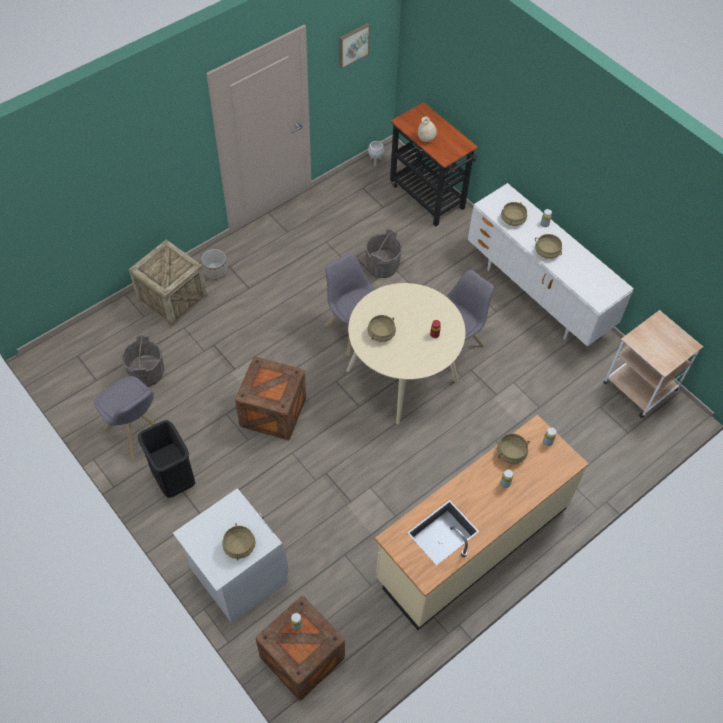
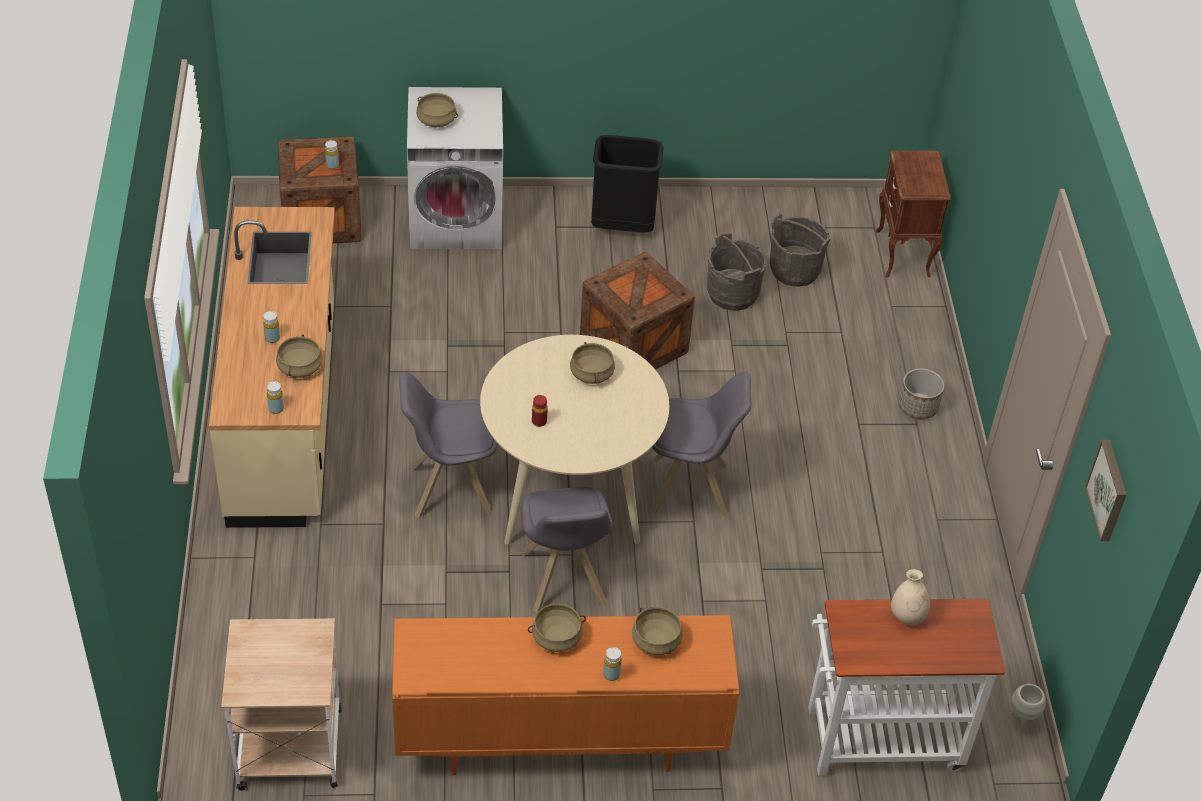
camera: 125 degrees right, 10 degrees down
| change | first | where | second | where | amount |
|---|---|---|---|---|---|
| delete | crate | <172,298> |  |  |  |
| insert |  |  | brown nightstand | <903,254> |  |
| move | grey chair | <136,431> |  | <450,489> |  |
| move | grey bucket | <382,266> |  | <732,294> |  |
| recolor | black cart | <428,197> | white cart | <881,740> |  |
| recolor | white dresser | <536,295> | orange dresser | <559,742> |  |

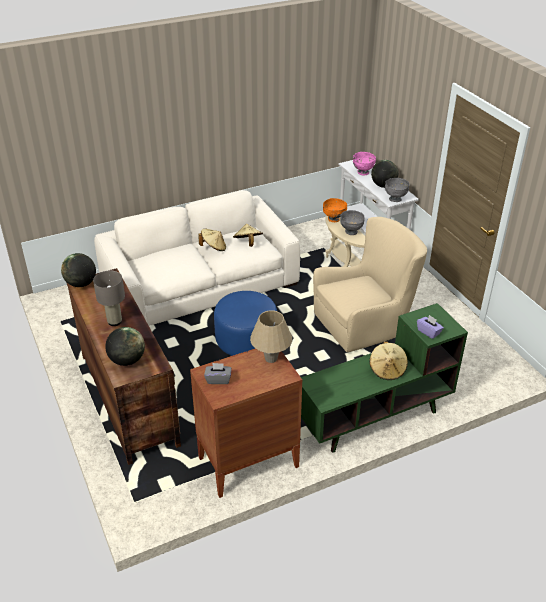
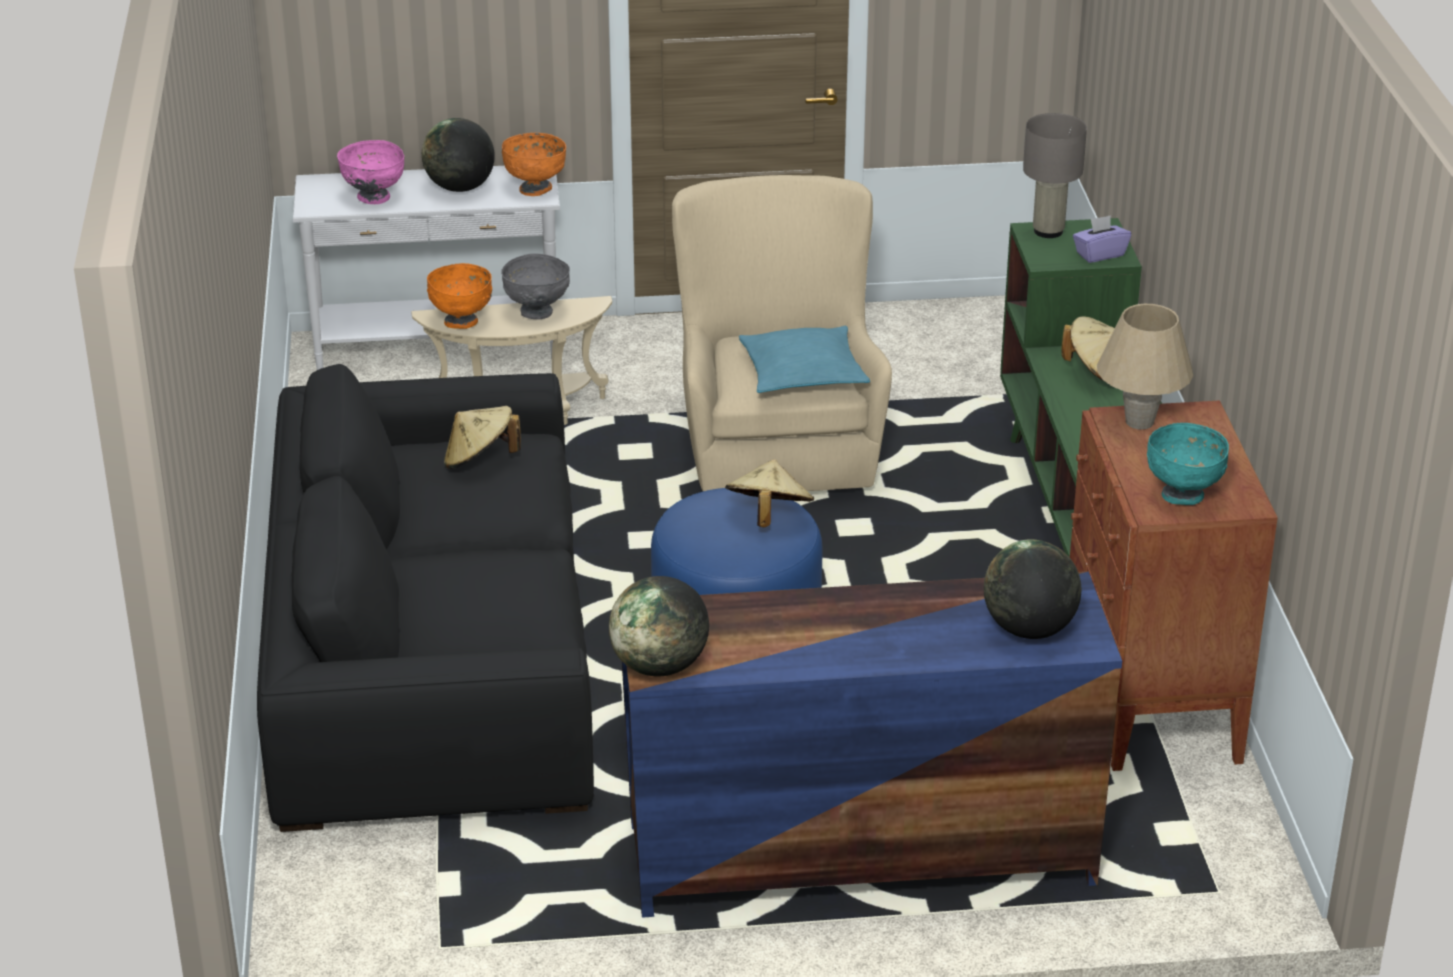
camera: 70 degrees left, 5 degrees down
| change | first | where | second | where | amount |
|---|---|---|---|---|---|
| insert |  |  | turquoise pillow | <803,374> |  |
| move | grey table lamp | <114,321> |  | <1047,231> |  |
| move | beige hat | <213,247> |  | <768,517> |  |
| replace | grey tissue box | <218,379> | turquoise bowl | <1183,495> |  |
| recolor | brown cabinet | <129,398> | blue cabinet | <856,852> |  |
| recolor | white sofa | <199,281> | black sofa | <429,652> |  |
| recolor | grey bowl | <395,199> | orange bowl | <535,189> |  |

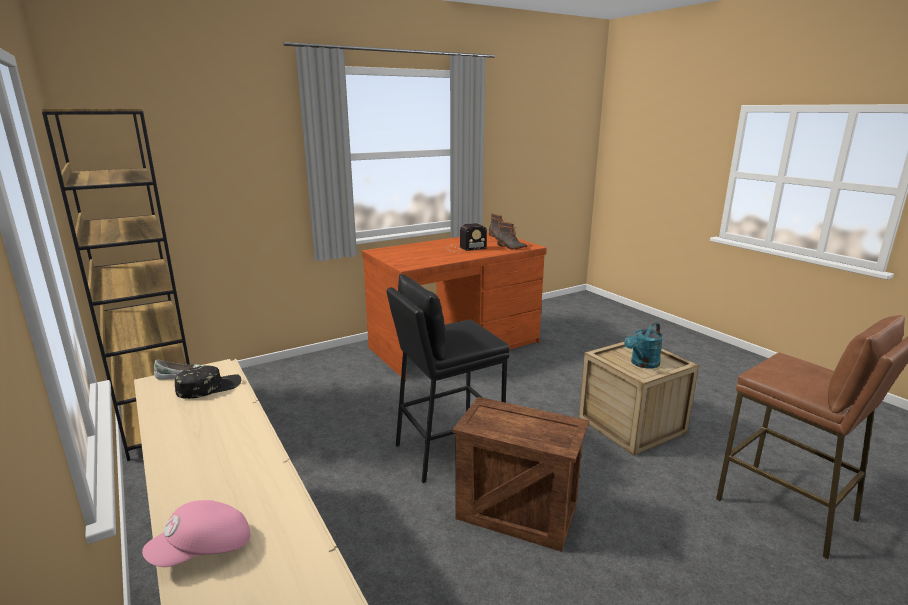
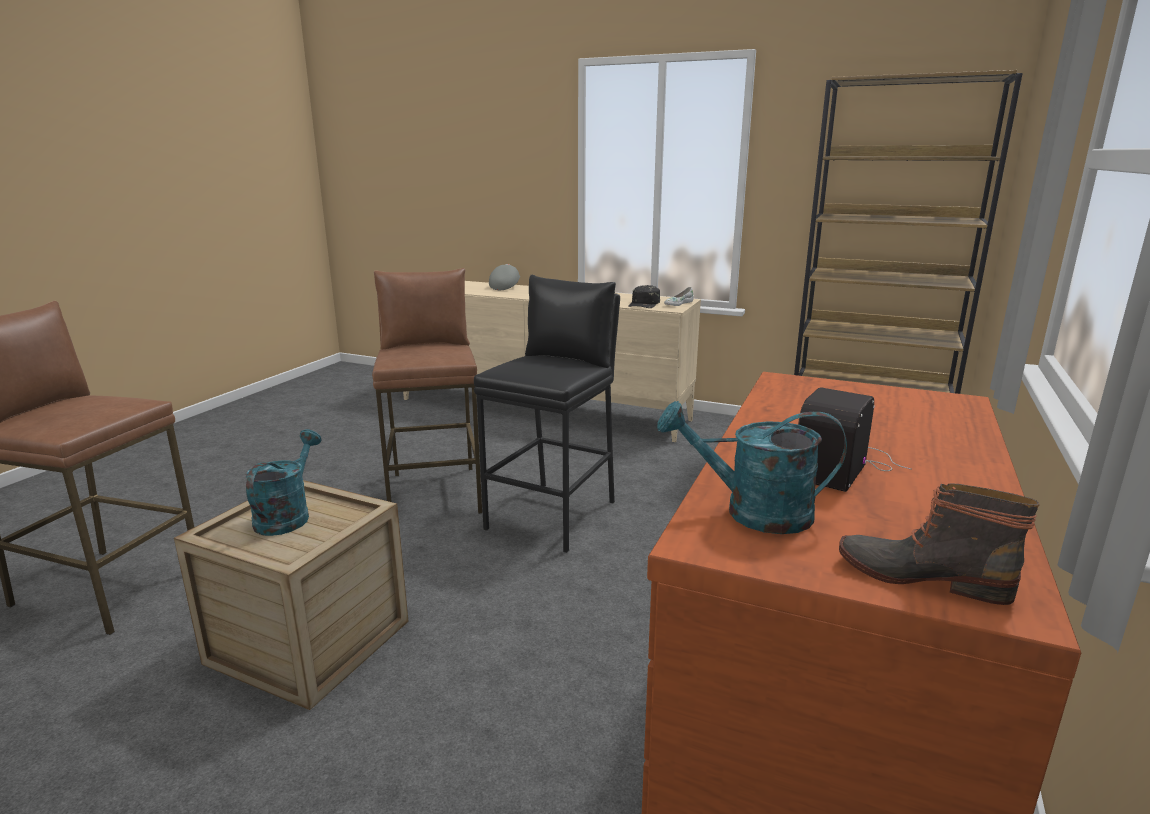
camera: 145 degrees right, 0 degrees up
| change | first | where | second | where | amount |
|---|---|---|---|---|---|
| replace | crate | <515,513> | brown stool | <435,492> |  |
| replace | boot | <511,247> | turquoise watering can | <752,512> |  |
| recolor | pink cap | <204,551> | grey cap | <505,287> |  |

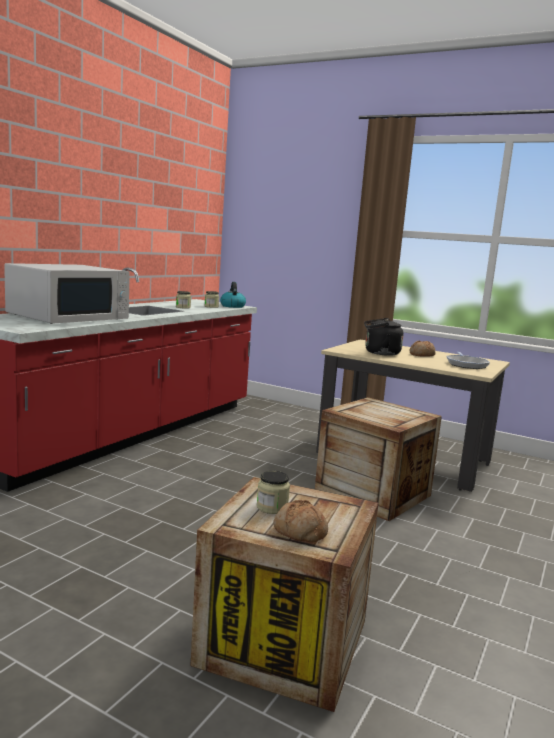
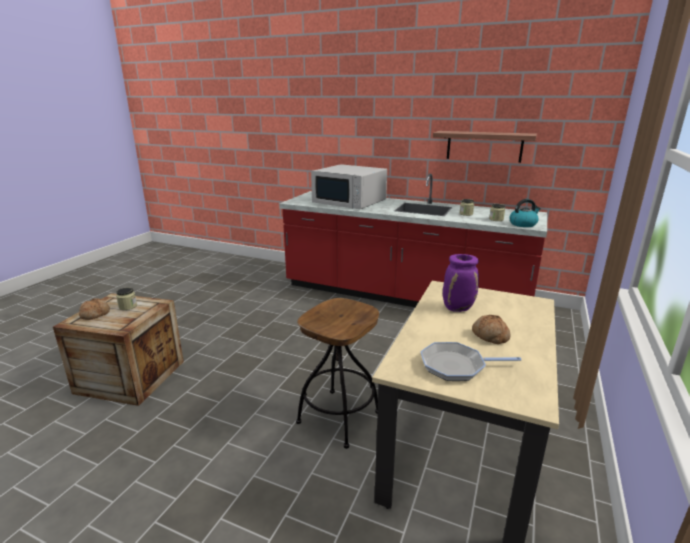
camera: 85 degrees right, 10 degrees up
| change | first | where | second | where | amount |
|---|---|---|---|---|---|
| insert |  |  | shelf | <484,146> |  |
| replace | crate | <373,493> | brown stool | <339,416> |  |
| replace | black kettle | <379,353> | purple vase | <458,308> |  |

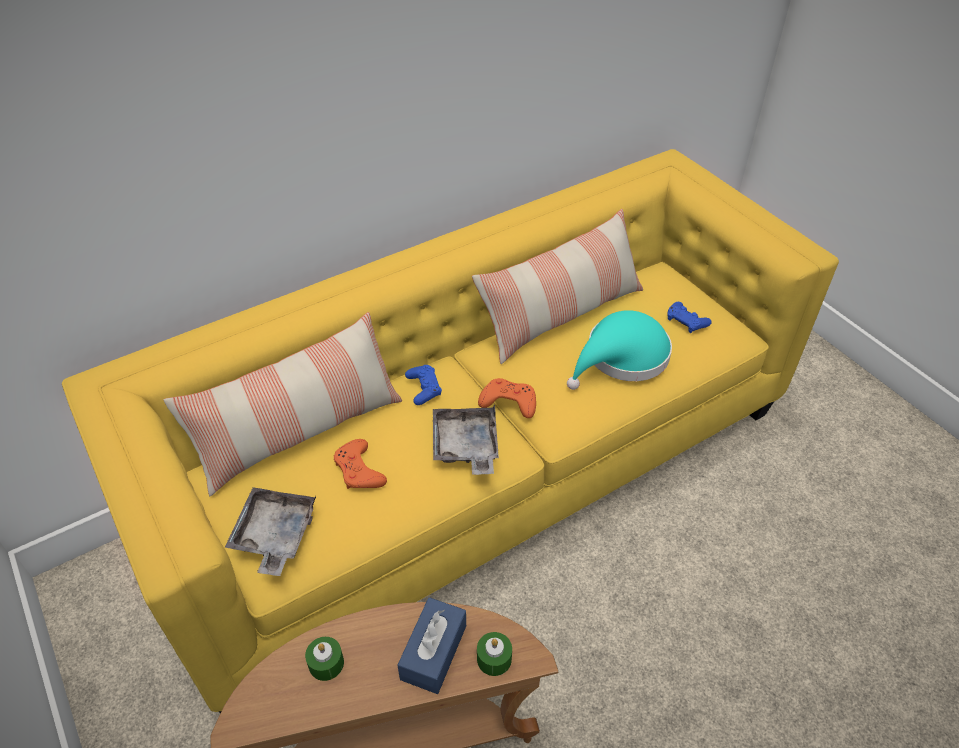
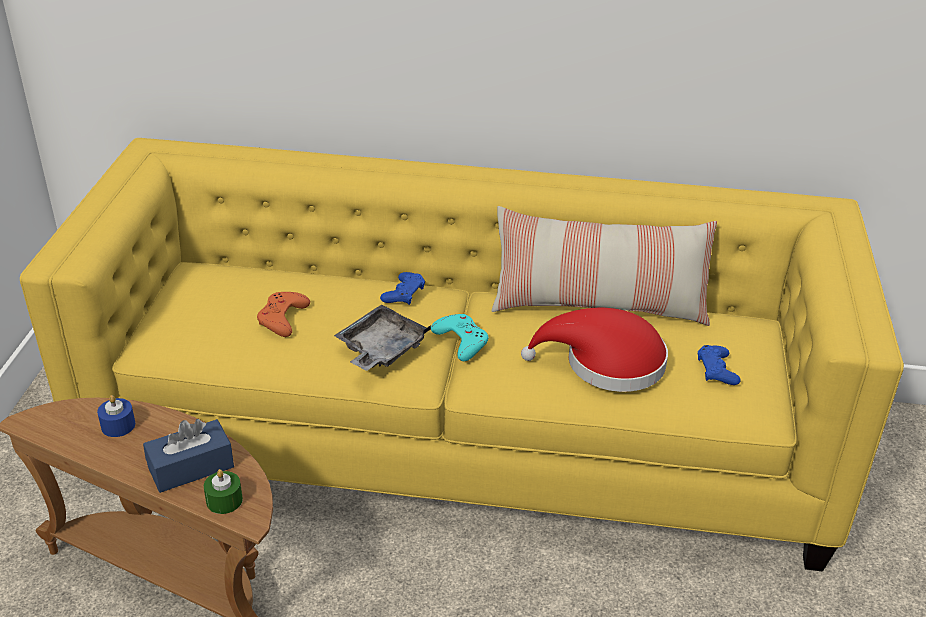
camera: 40 degrees right, 10 degrees down
| change | first | where | second | where | amount |
|---|---|---|---|---|---|
| delete | pillow | <299,431> |  |  |  |
| delete | grey tray | <274,536> |  |  |  |
| recolor | green candle | <326,663> | blue candle | <118,425> |  |
| recolor | orange game controller | <508,401> | turquoise game controller | <461,341> |  |
| recolor | turquoise hat | <622,358> | red hat | <606,363> |  |

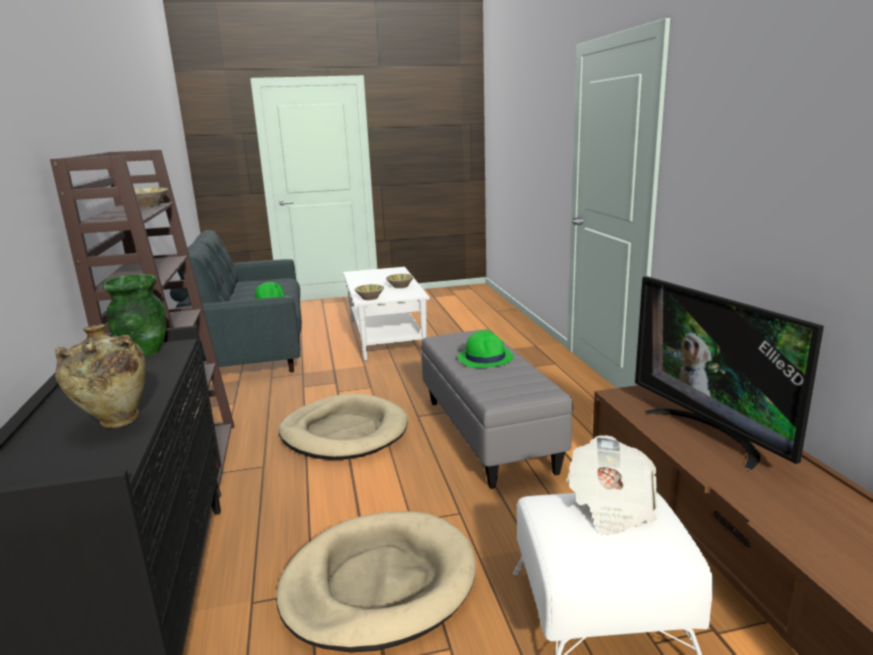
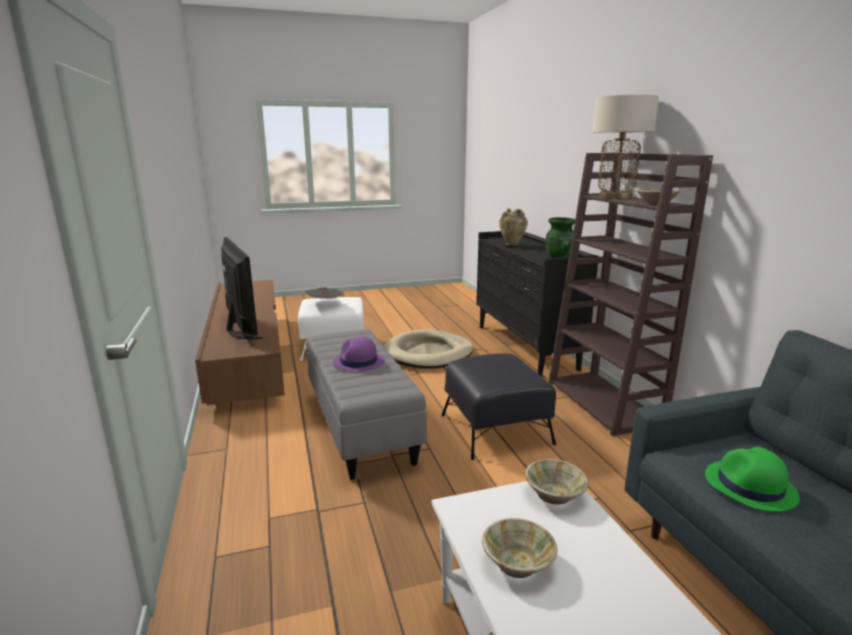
camera: 175 degrees right, 0 degrees up
| change | first | where | second | where | amount |
|---|---|---|---|---|---|
| insert |  |  | table lamp | <615,197> |  |
| replace | beige dog bed | <344,432> | black ottoman | <495,429> |  |
| recolor | green hat | <485,358> | purple hat | <358,362> |  |

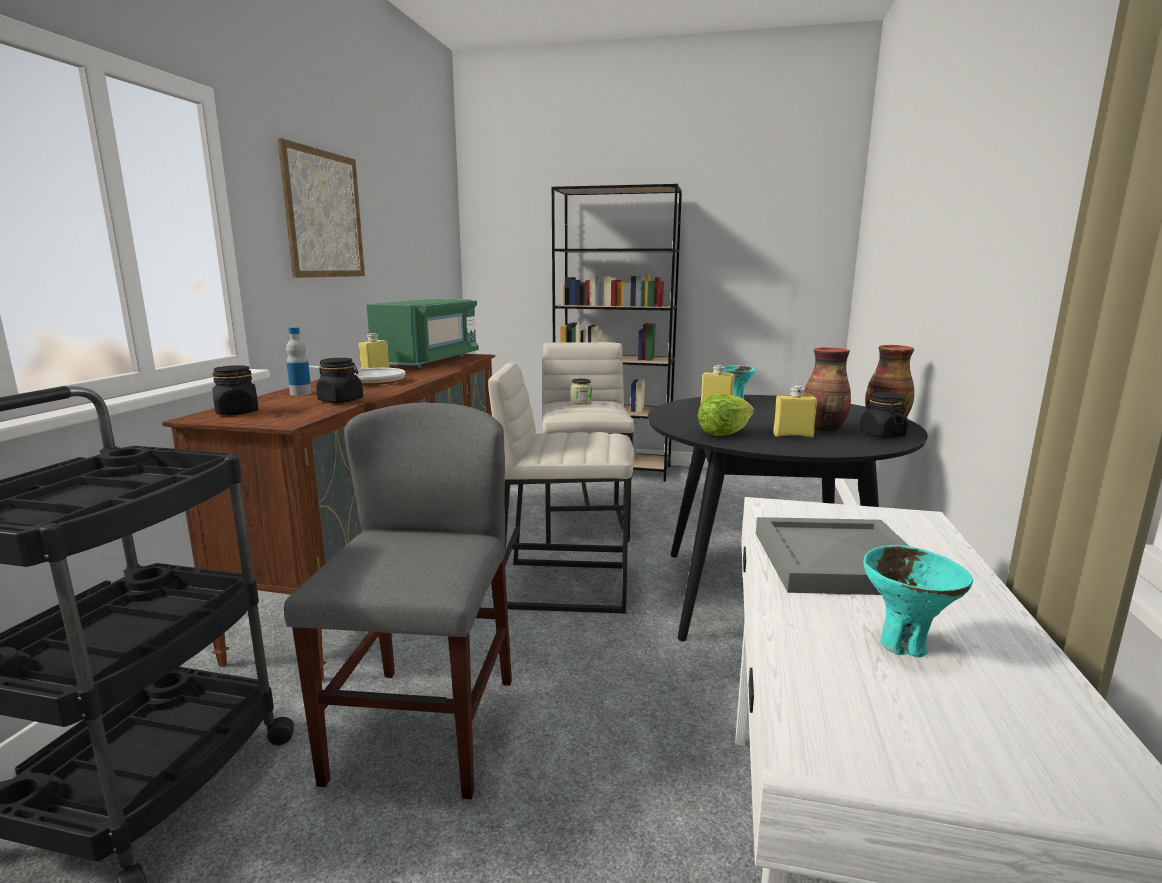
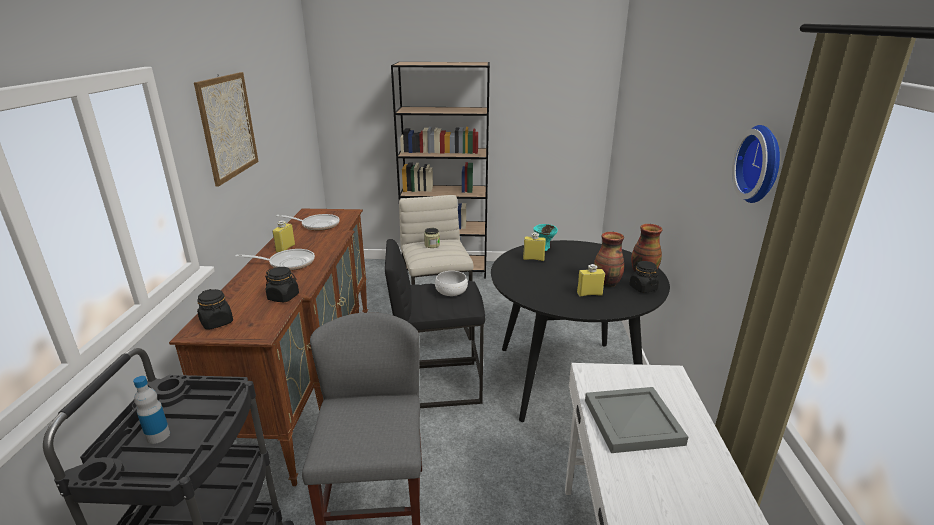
camera: 10 degrees left, 10 degrees up
| change | first | where | second | where | amount |
|---|---|---|---|---|---|
| delete | lettuce | <723,433> |  |  |  |
| delete | turquoise bowl | <903,644> |  |  |  |
| insert |  |  | white bowl | <451,291> |  |
| insert |  |  | wall clock | <762,164> |  |
| move | bottle | <301,393> |  | <158,436> |  |
| replace | green microwave | <429,361> | frying pan | <317,225> |  |
| recolor | beige stool | <565,586> | black stool | <437,384> |  |

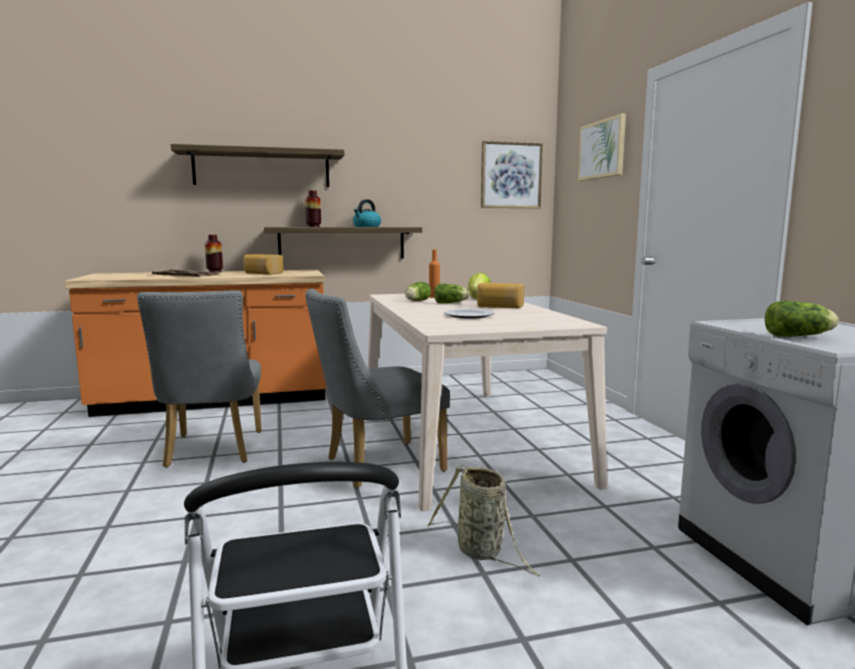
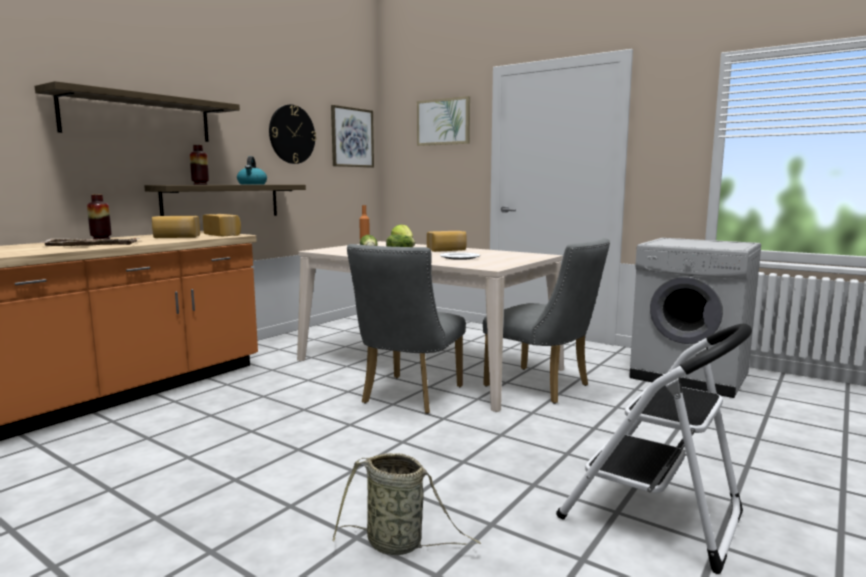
camera: 40 degrees left, 0 degrees up
| change | first | where | second | where | amount |
|---|---|---|---|---|---|
| delete | lettuce | <800,336> |  |  |  |
| insert |  |  | bread | <223,235> |  |
| insert |  |  | wall clock | <292,134> |  |
| move | grey chair | <212,452> |  | <544,387> |  |
| move | basket | <482,552> |  | <399,544> |  |

